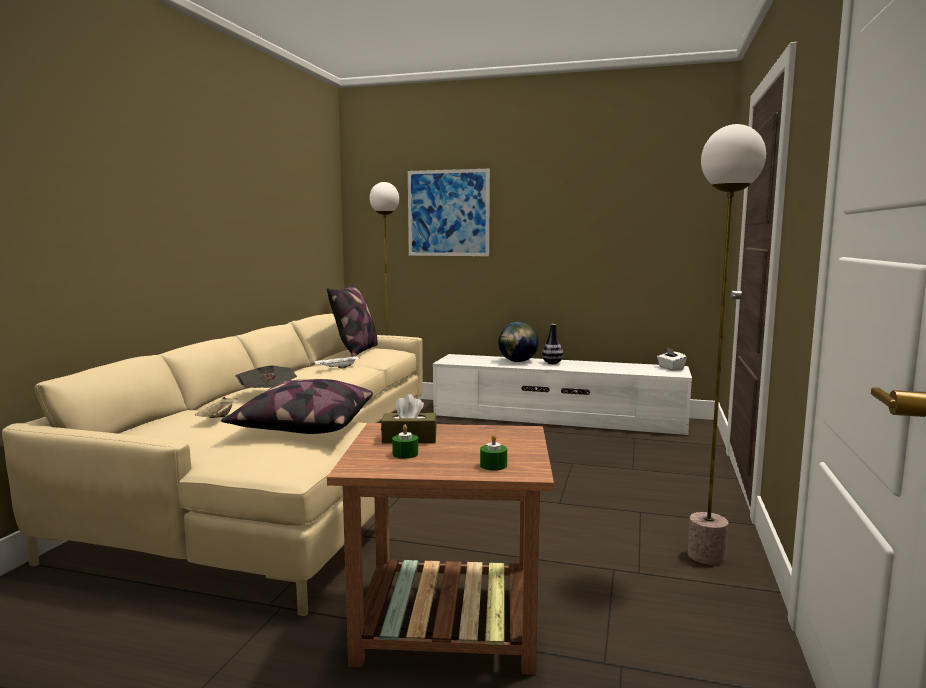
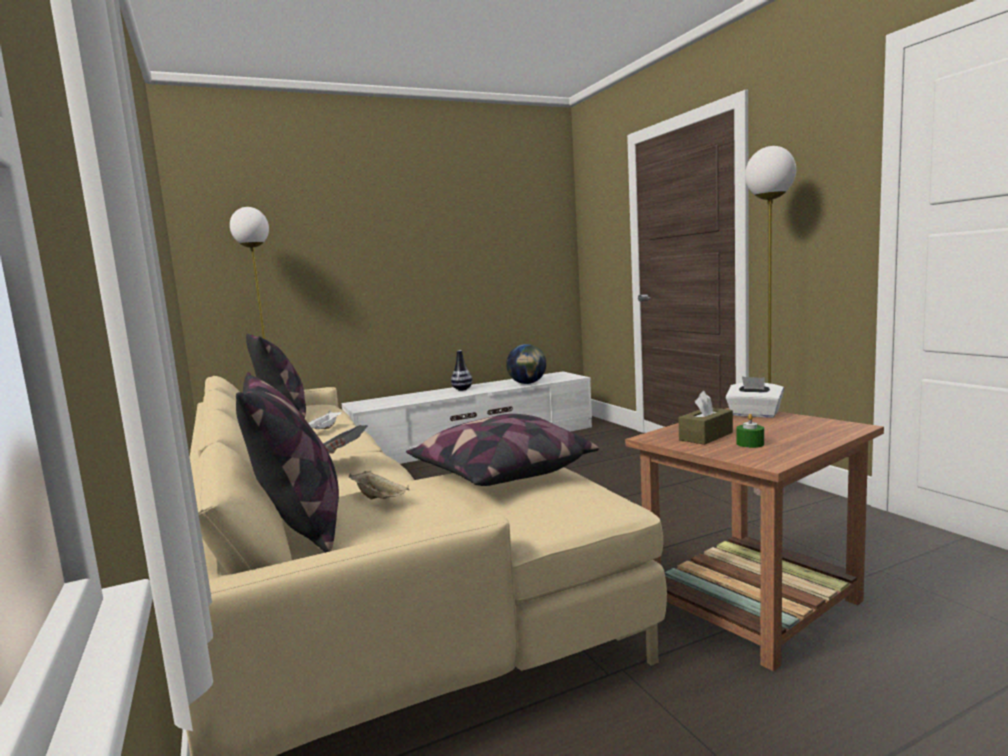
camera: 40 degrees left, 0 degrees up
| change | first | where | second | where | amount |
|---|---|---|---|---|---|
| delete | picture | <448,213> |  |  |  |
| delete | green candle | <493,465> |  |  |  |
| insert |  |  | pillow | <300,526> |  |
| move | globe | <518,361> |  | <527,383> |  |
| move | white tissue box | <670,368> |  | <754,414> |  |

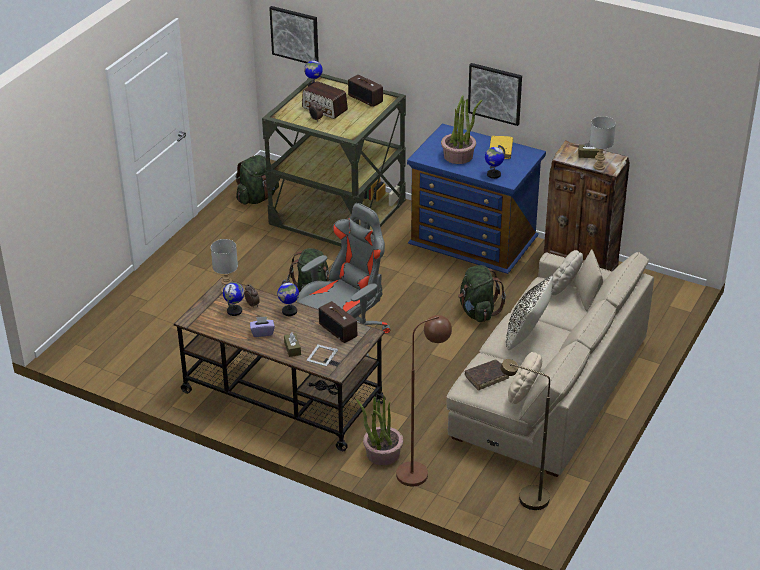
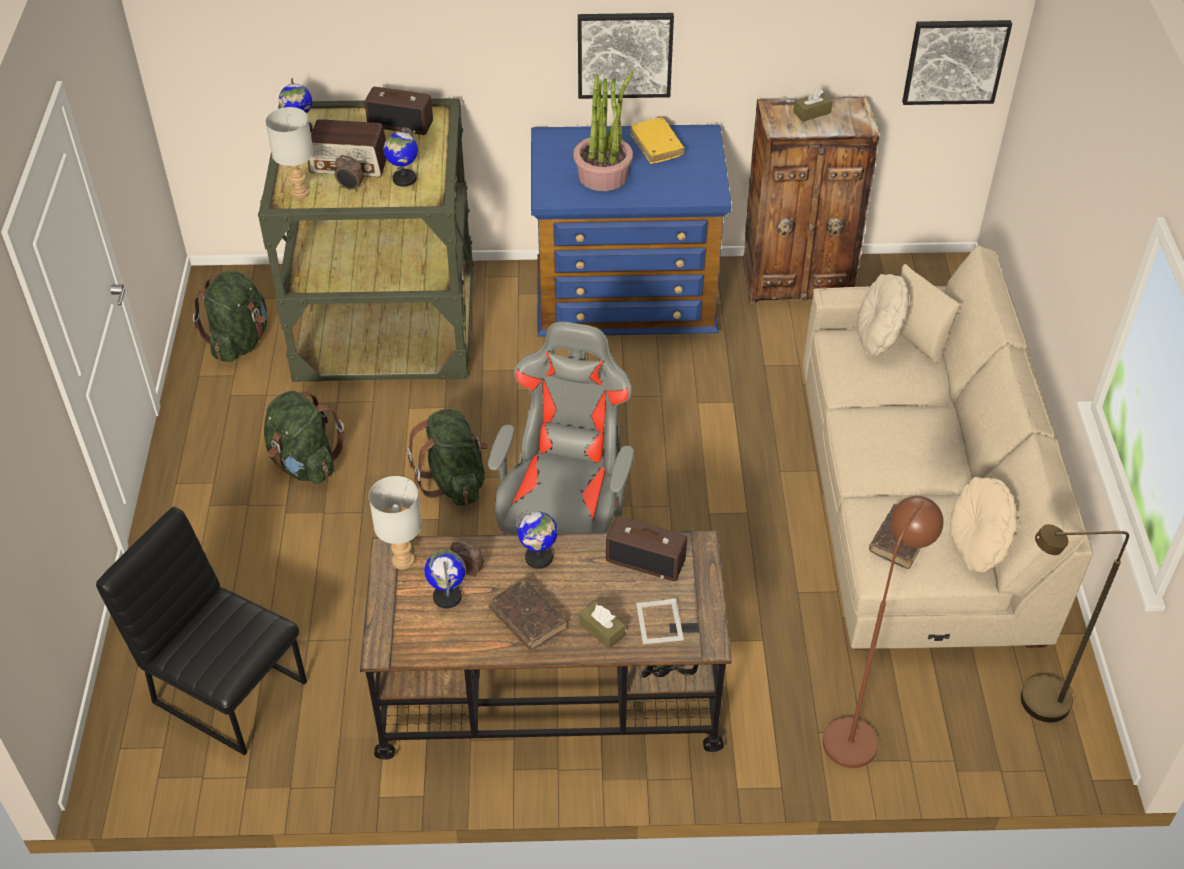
camera: 30 degrees left, 10 degrees up
| change | first | where | second | where | amount |
|---|---|---|---|---|---|
| delete | potted plant | <382,453> |  |  |  |
| delete | beige pillow | <527,337> |  |  |  |
| insert |  |  | black chair | <227,689> |  |
| move | picture | <295,35> |  | <955,61> |  |
| move | green backpack | <478,312> |  | <305,463> |  |
| move | globe | <493,174> |  | <404,179> |  |
| move | grey table lamp | <598,167> |  | <299,193> |  |
| replace | purple tissue box | <262,332> | brown book | <527,620> |  |

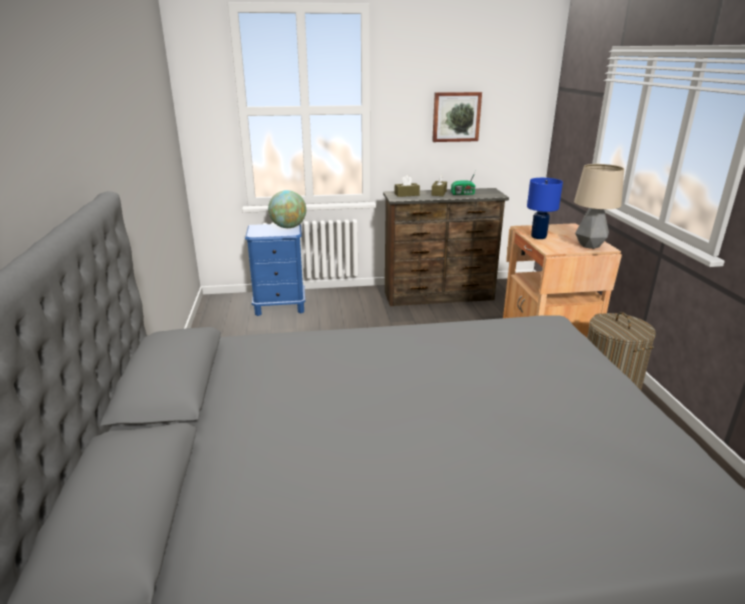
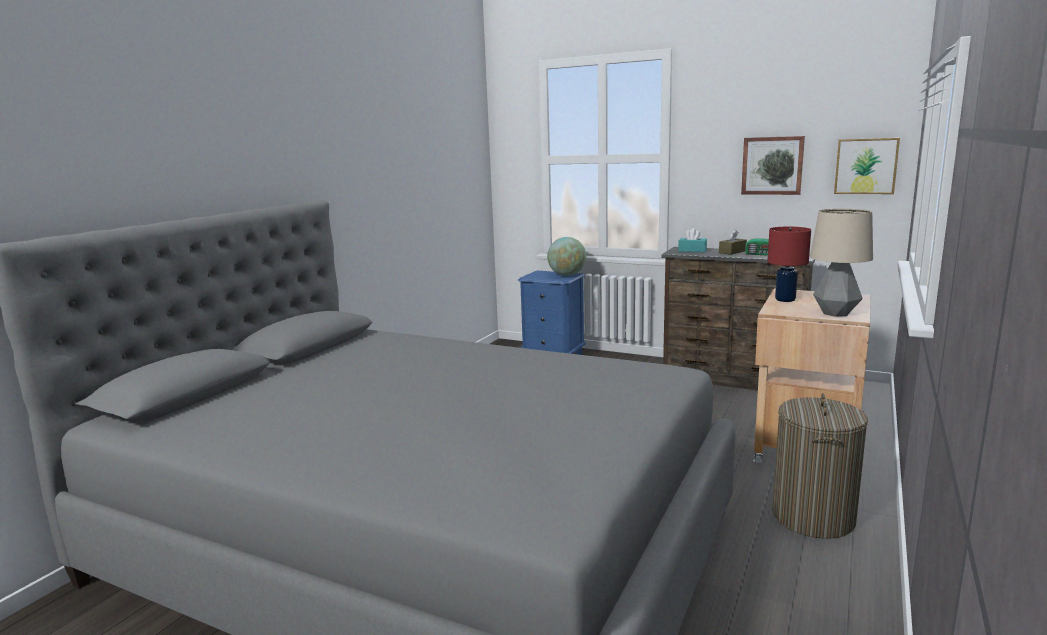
camera: 35 degrees right, 10 degrees down
| change | first | where | second | where | amount |
|---|---|---|---|---|---|
| insert |  |  | picture | <866,166> |  |
| recolor | brown tissue box | <406,194> | turquoise tissue box | <692,250> |  |
| recolor | blue table lamp | <538,237> | red table lamp | <784,300> |  |

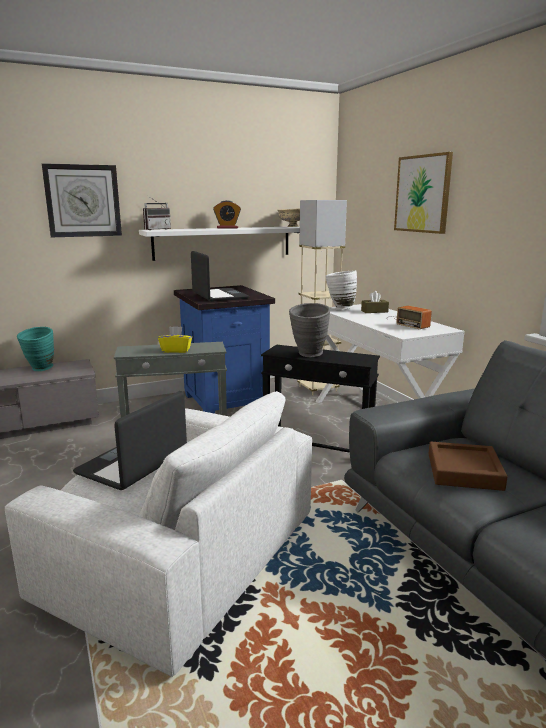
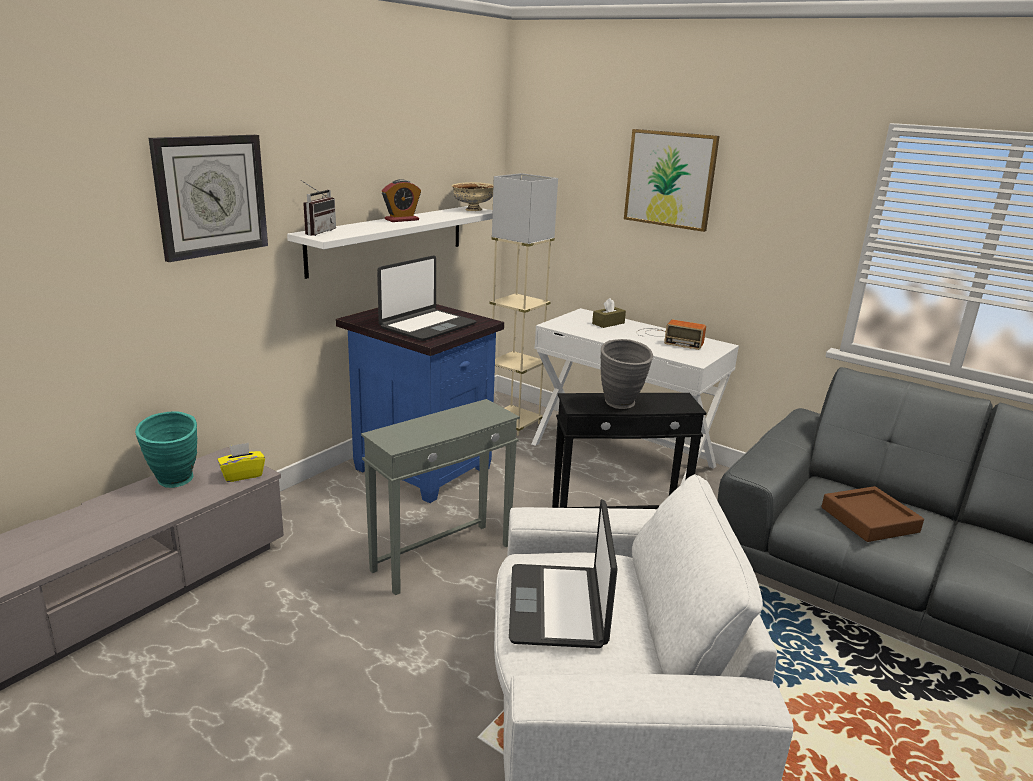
camera: 30 degrees left, 5 degrees up
| change | first | where | second | where | amount |
|---|---|---|---|---|---|
| delete | white vase | <339,308> |  |  |  |
| move | yellow tissue box | <176,350> |  | <242,475> |  |
| rotate | laptop | <219,296> |  | <427,326> | 90 degrees clockwise |

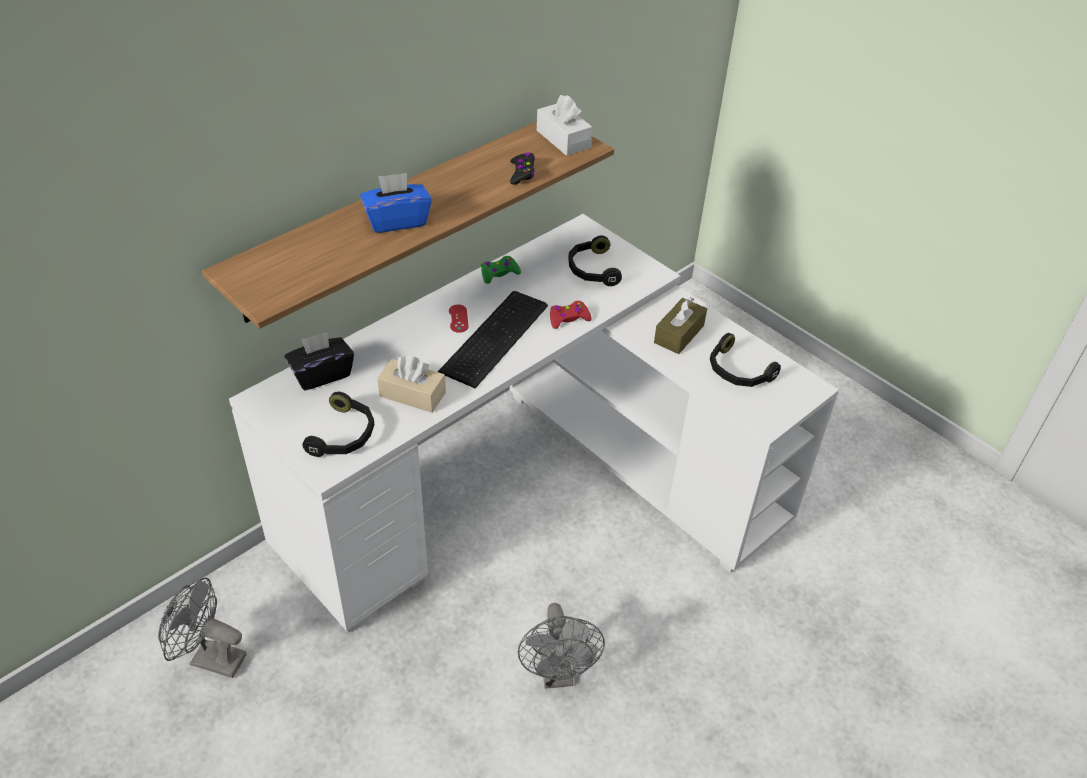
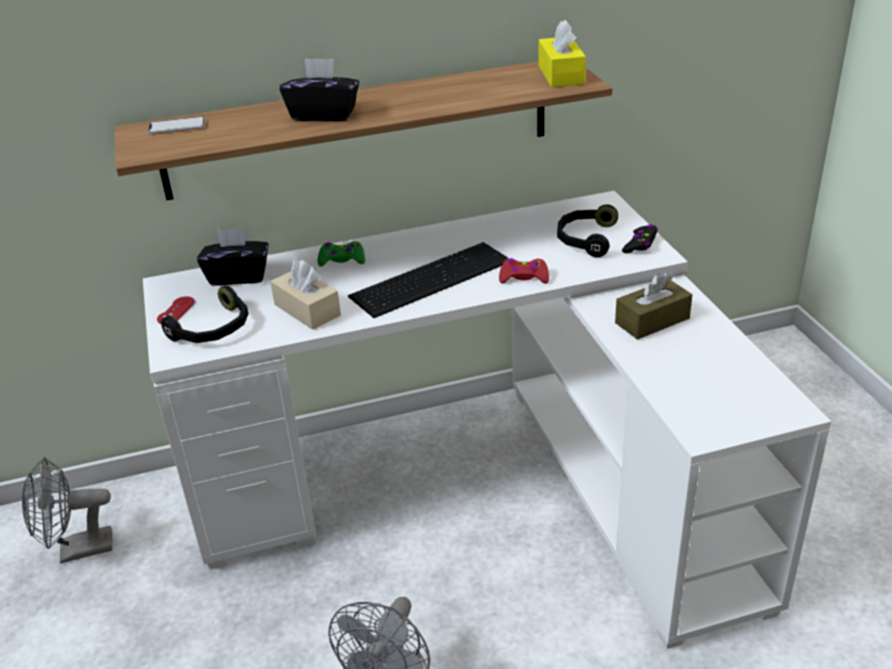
camera: 30 degrees right, 10 degrees down
| change | first | where | second | where | amount |
|---|---|---|---|---|---|
| delete | black headphones | <737,371> |  |  |  |
| insert |  |  | phone | <177,126> |  |
| move | red game controller | <458,318> |  | <176,311> |  |
| move | green game controller | <499,274> |  | <342,260> |  |
| move | black game controller | <522,173> |  | <640,244> |  |
| recolor | blue tissue box | <397,221> | black tissue box | <323,114> |  |
| recolor | white tissue box | <563,139> | yellow tissue box | <561,75> |  |
| rotate | grey fan | <210,658> |  | <77,550> | 60 degrees counterclockwise |

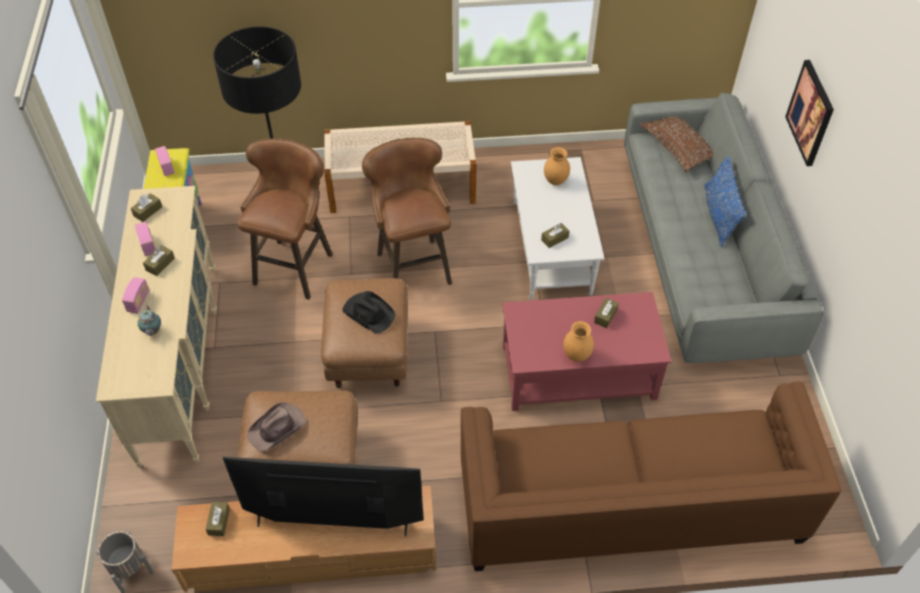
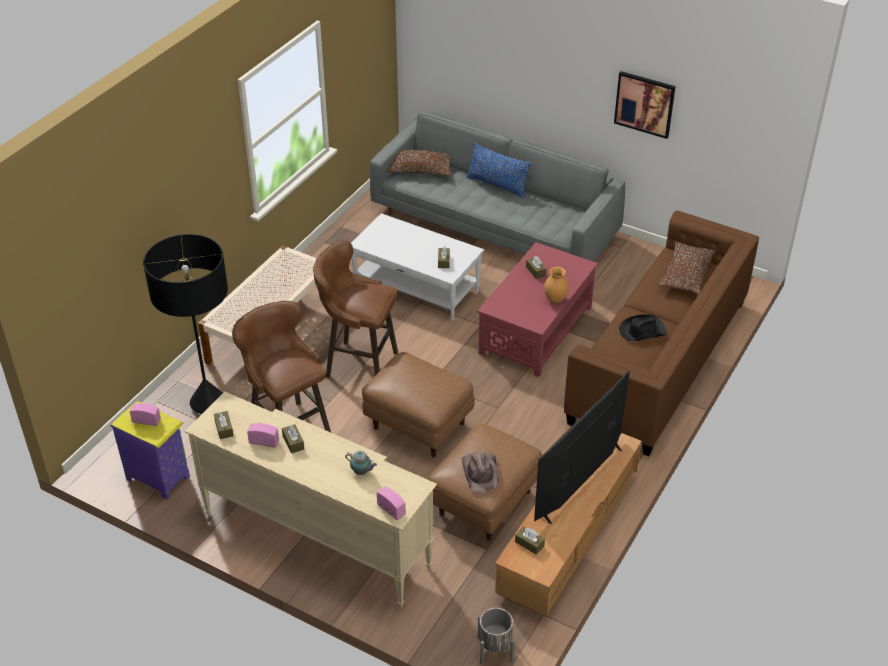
camera: 55 degrees left, 10 degrees down
| change | first | where | second | where | amount |
|---|---|---|---|---|---|
| delete | brown vase | <555,181> |  |  |  |
| insert |  |  | brown pillow | <686,275> |  |
| move | radio | <138,301> |  | <391,510> |  |
| move | black hat | <368,313> |  | <641,331> |  |
| move | picture | <811,113> |  | <644,104> |  |

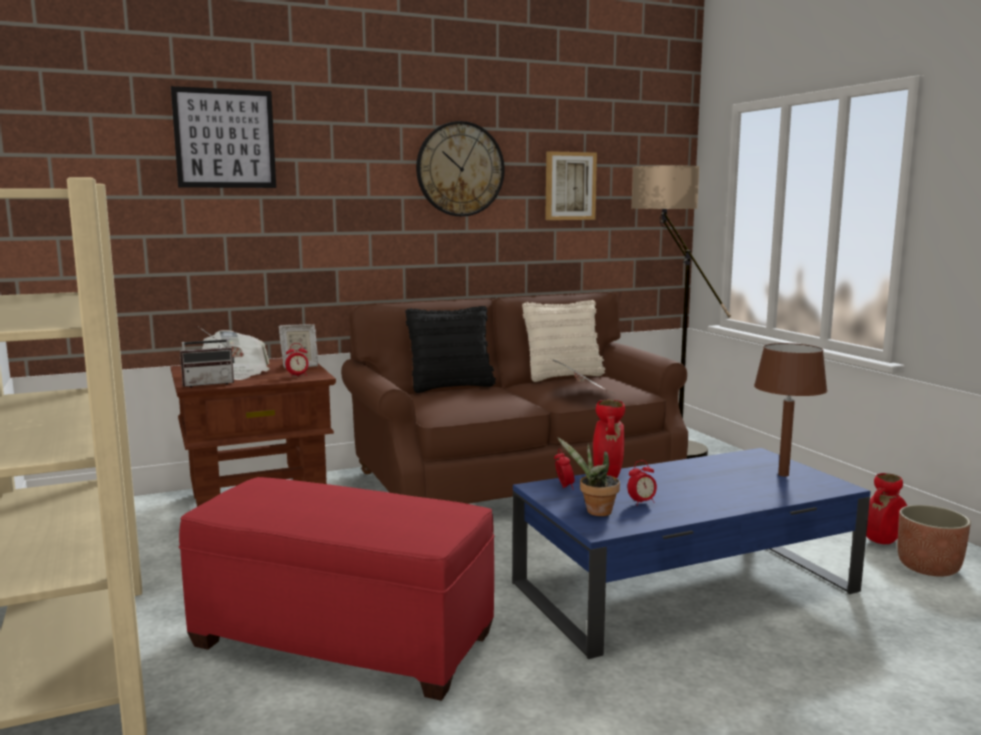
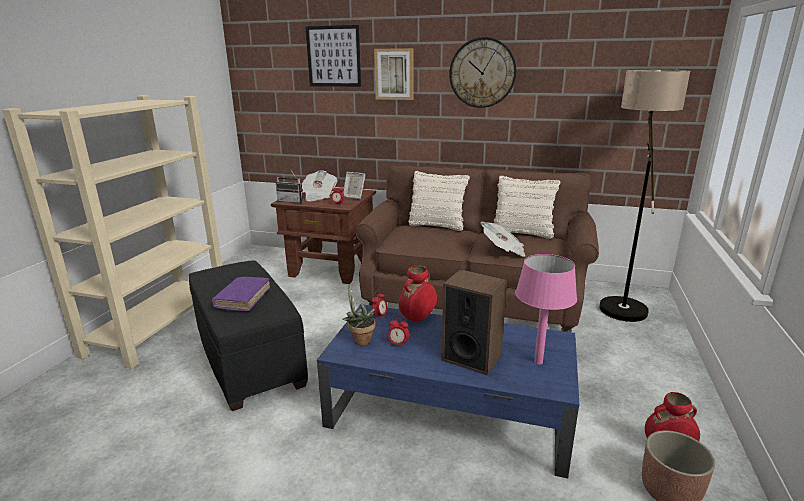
camera: 40 degrees right, 10 degrees up
| change | first | where | second | where | amount |
|---|---|---|---|---|---|
| insert |  |  | purple book | <243,299> |  |
| insert |  |  | speaker | <471,358> |  |
| move | picture | <570,186> |  | <394,74> |  |
| recolor | red ottoman | <342,640> | black ottoman | <248,358> |  |
| recolor | black pillow | <451,387> | beige pillow | <437,226> |  |
| recolor | brown table lamp | <784,474> | pink table lamp | <539,362> |  |

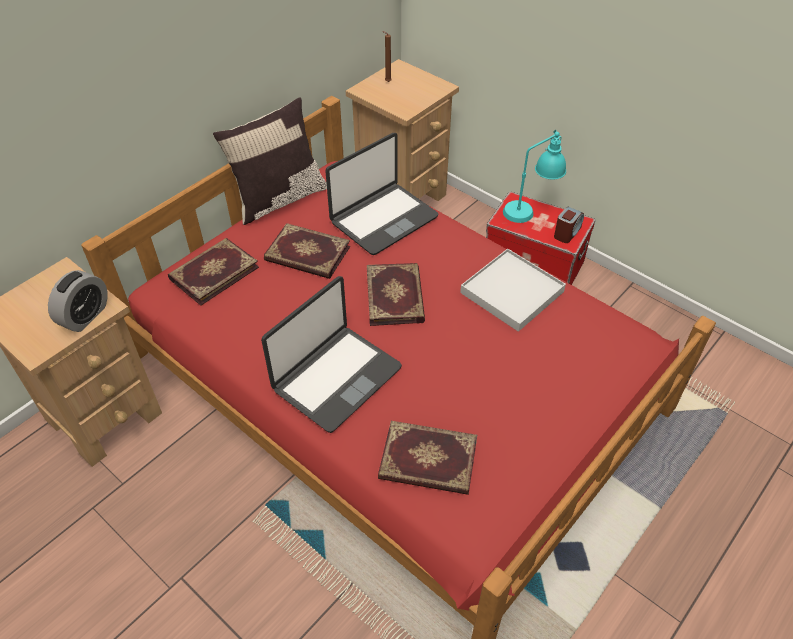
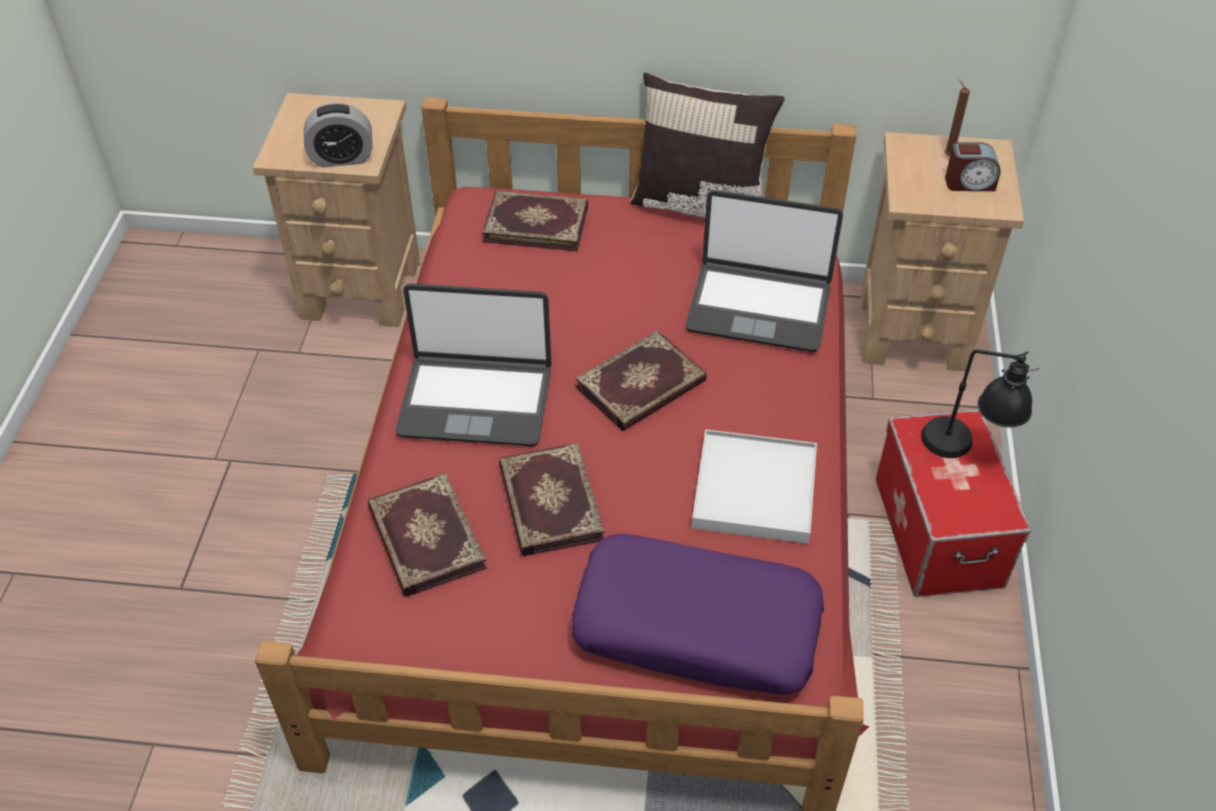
camera: 55 degrees right, 0 degrees up
| change | first | where | second | where | amount |
|---|---|---|---|---|---|
| insert |  |  | purple pillow | <697,626> |  |
| move | book | <307,255> |  | <548,503> |  |
| move | alarm clock | <567,233> |  | <969,183> |  |
| recolor | turquoise table lamp | <530,210> | black table lamp | <967,449> |  |

